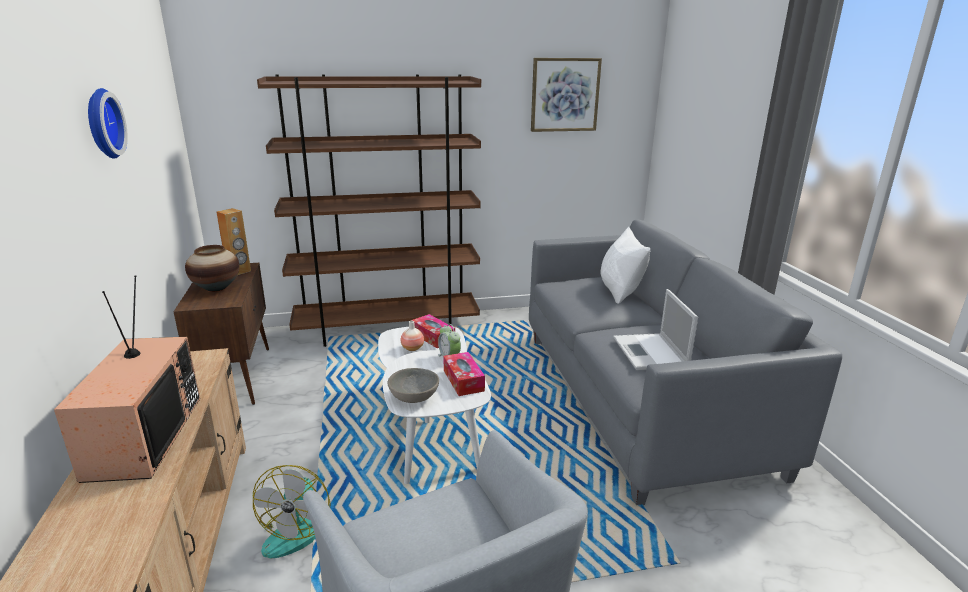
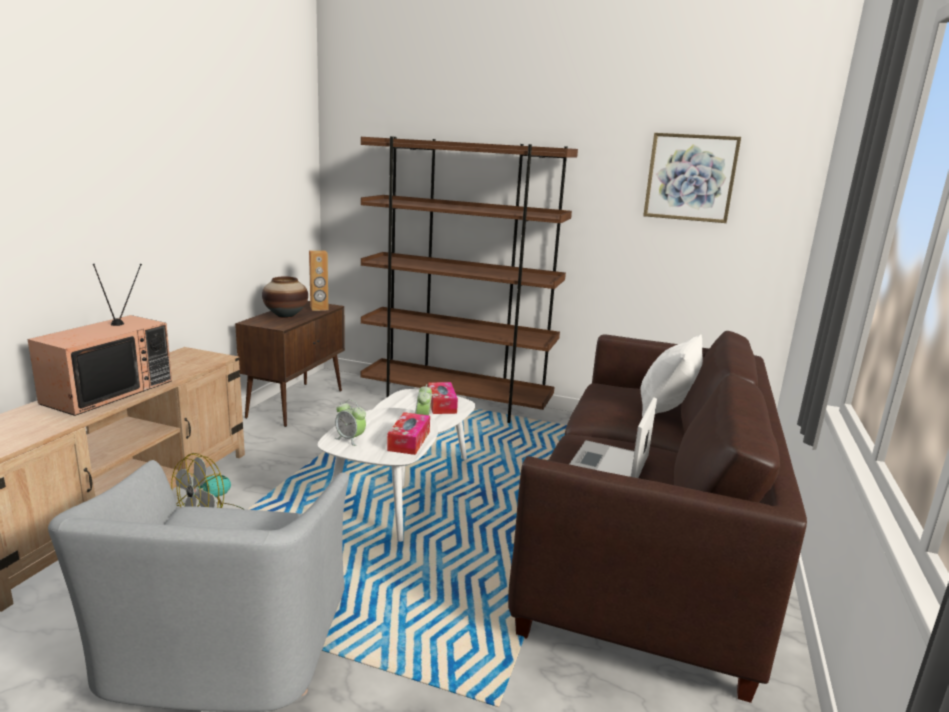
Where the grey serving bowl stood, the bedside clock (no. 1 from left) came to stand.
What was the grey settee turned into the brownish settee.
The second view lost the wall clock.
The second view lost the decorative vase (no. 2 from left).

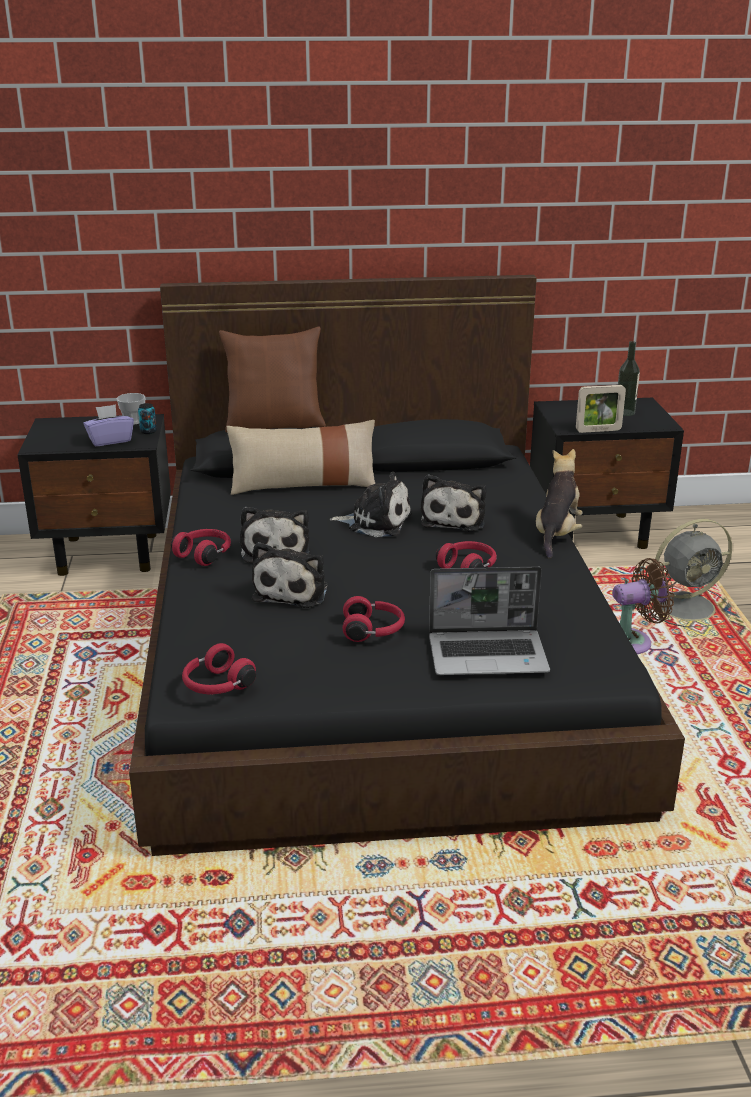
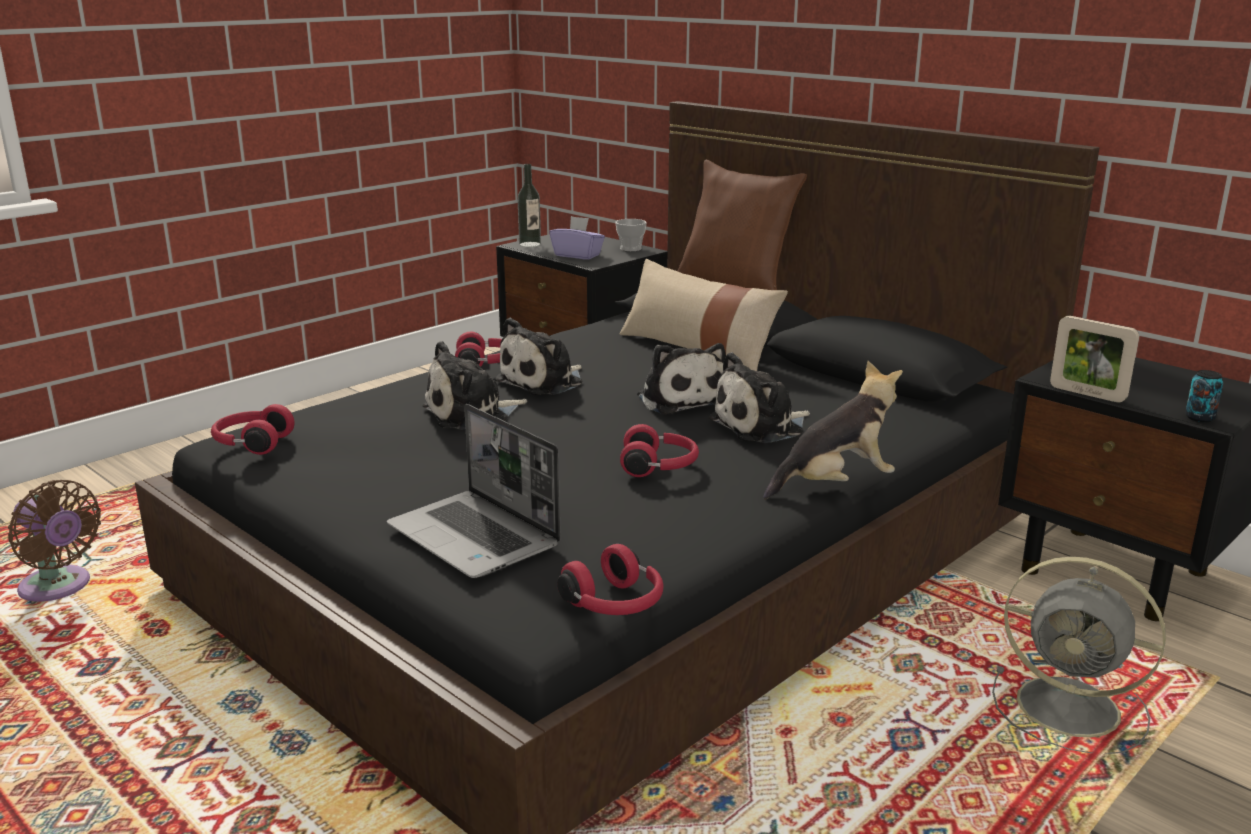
The brownish electric fan ended up elsewhere.
The drink bottle ended up elsewhere.
The red headphones (no. 3 from left) ended up elsewhere.
The metal can ended up elsewhere.

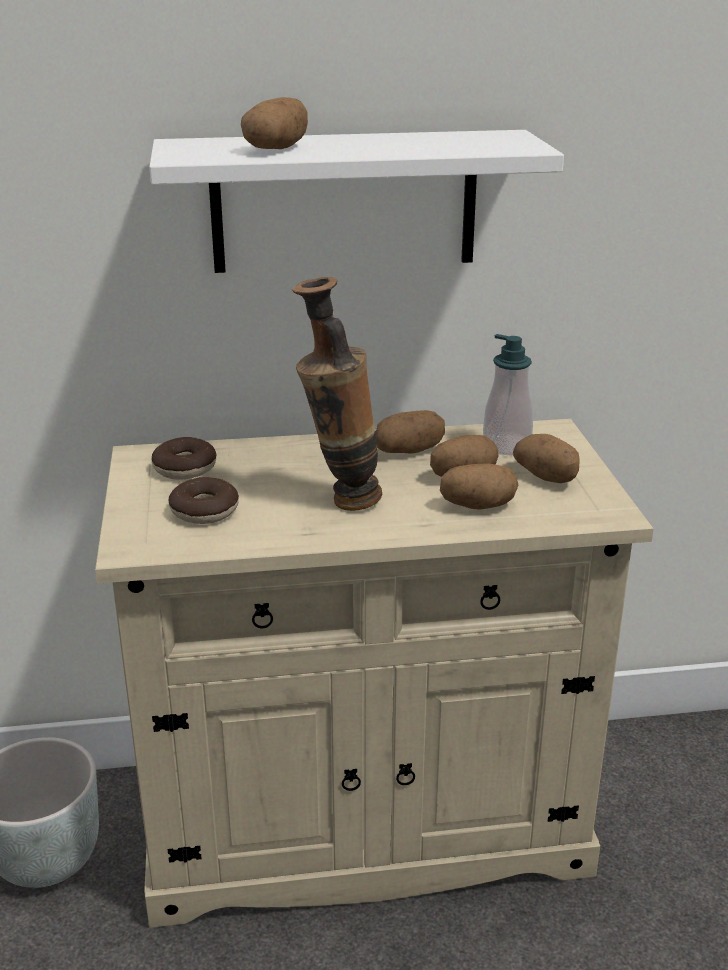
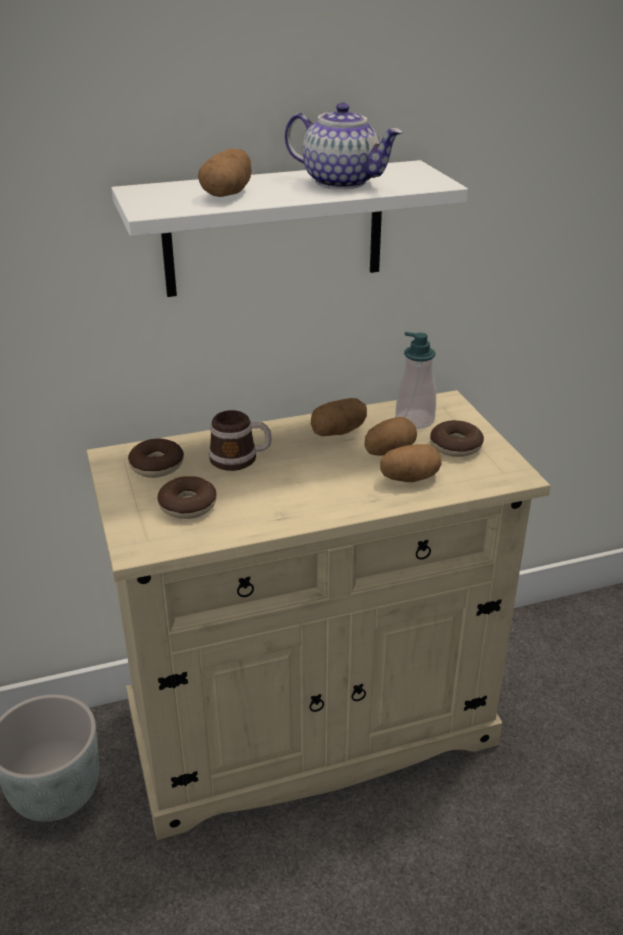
The second view gained the coffee mug.
The second view gained the tea pot.
Where the spud (no. 5 from left) stood, the ring doughnut (no. 3 from left) came to stand.
The second view lost the decorative vase.

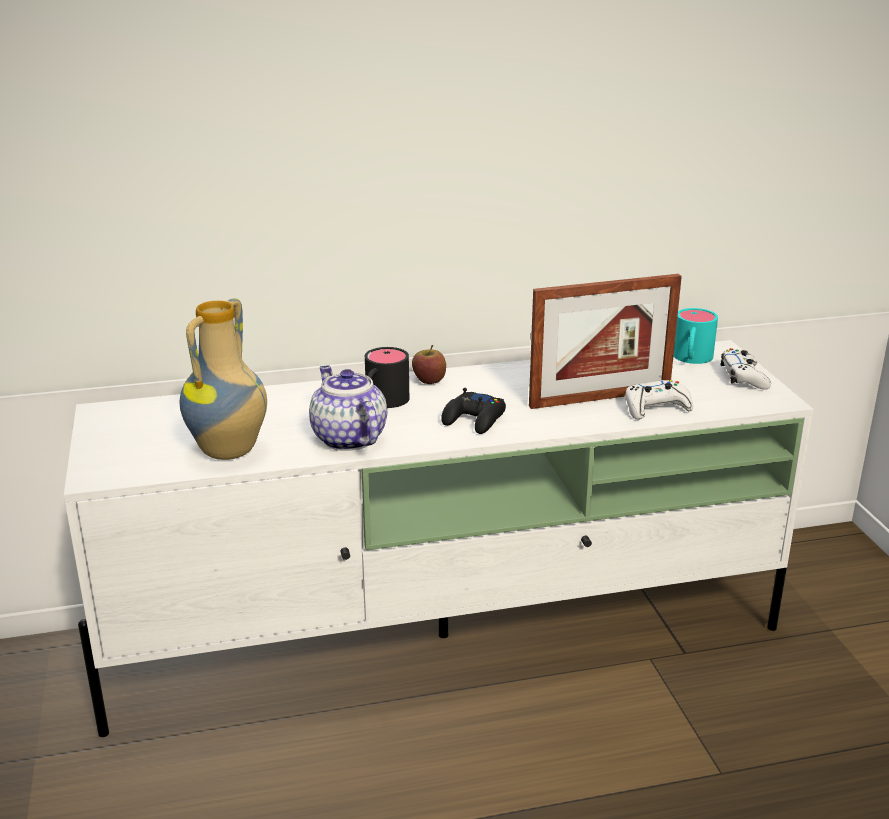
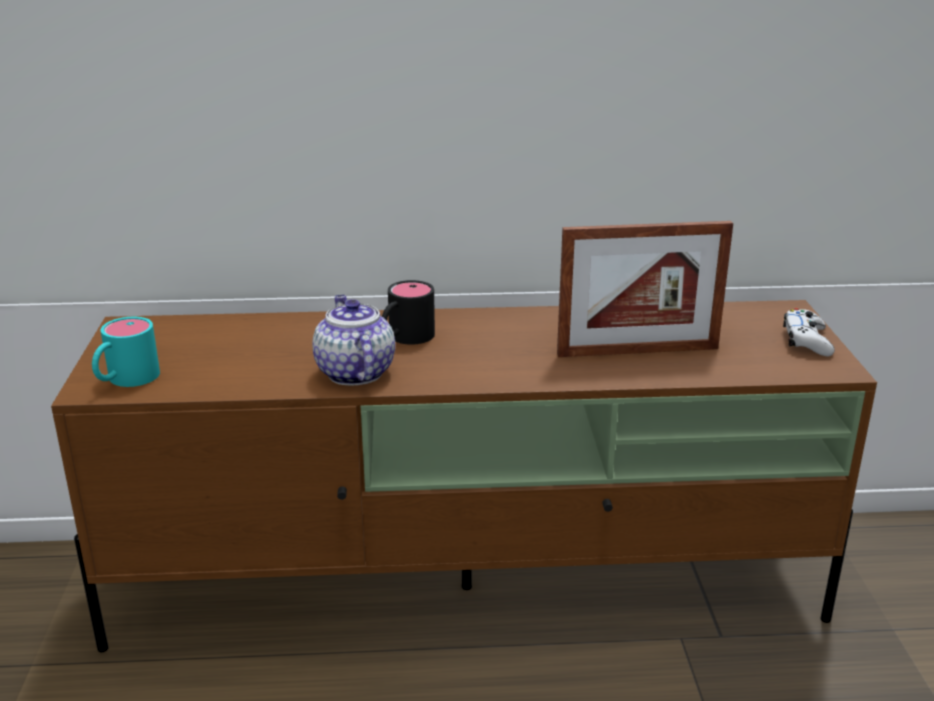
What was the whitish tv unit turned into the brownish tv unit.
The turquoise-coloured coffee mug ended up elsewhere.
The second view lost the decorative vase.
The second view lost the apple.
The second view lost the blackish game controller.
The second view lost the whitish game controller (no. 1 from left).

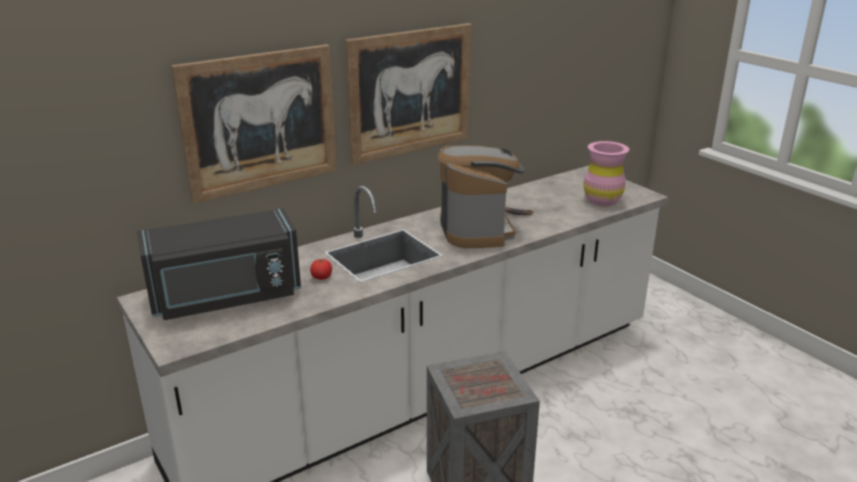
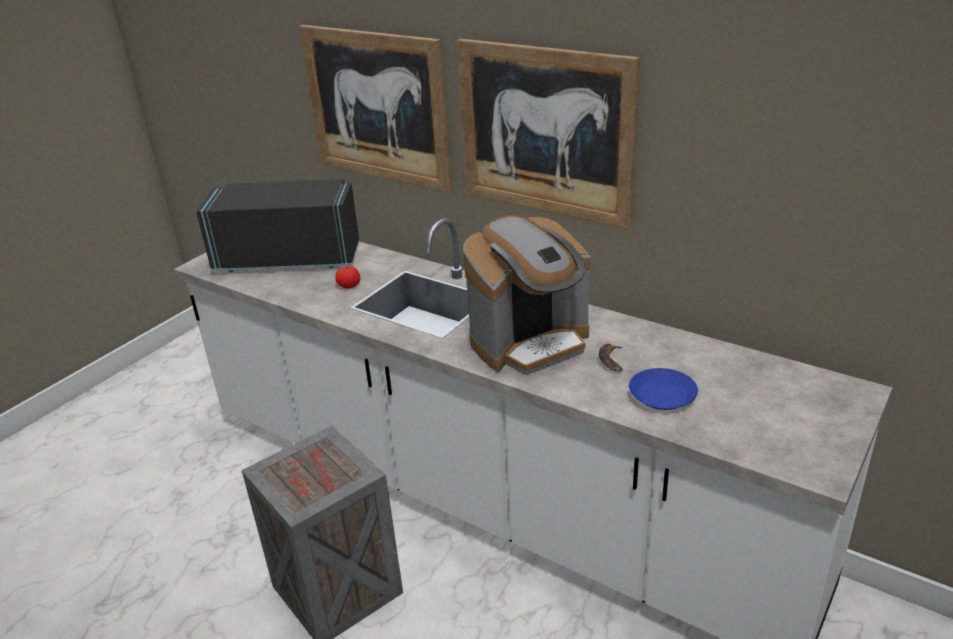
The blackish kitchen microwave ended up facing another way, 135 degrees clockwise from before.
The second view gained the blue-coloured dinner plate.
The second view lost the pink decorative vase.

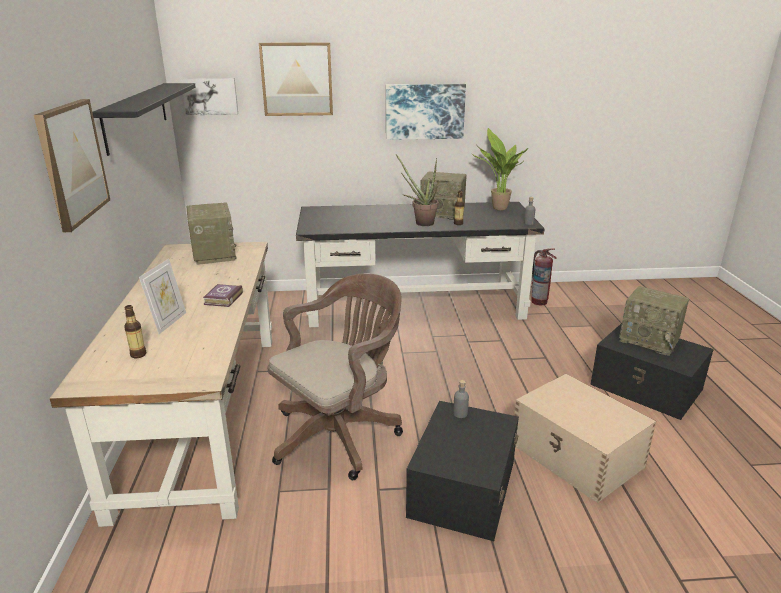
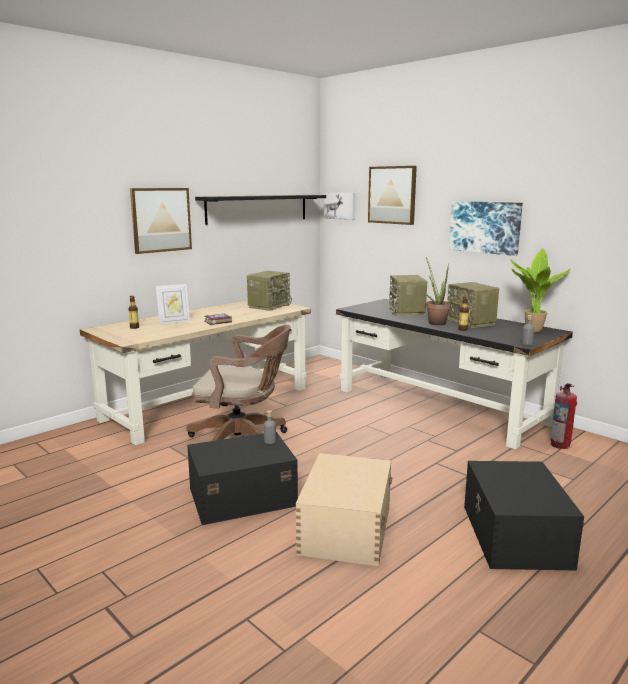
The radio set (no. 3 from left in the first image) ended up elsewhere.

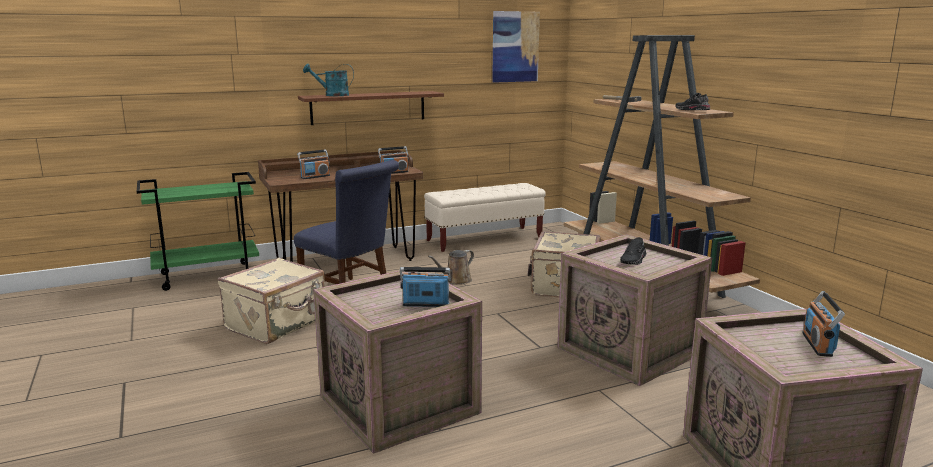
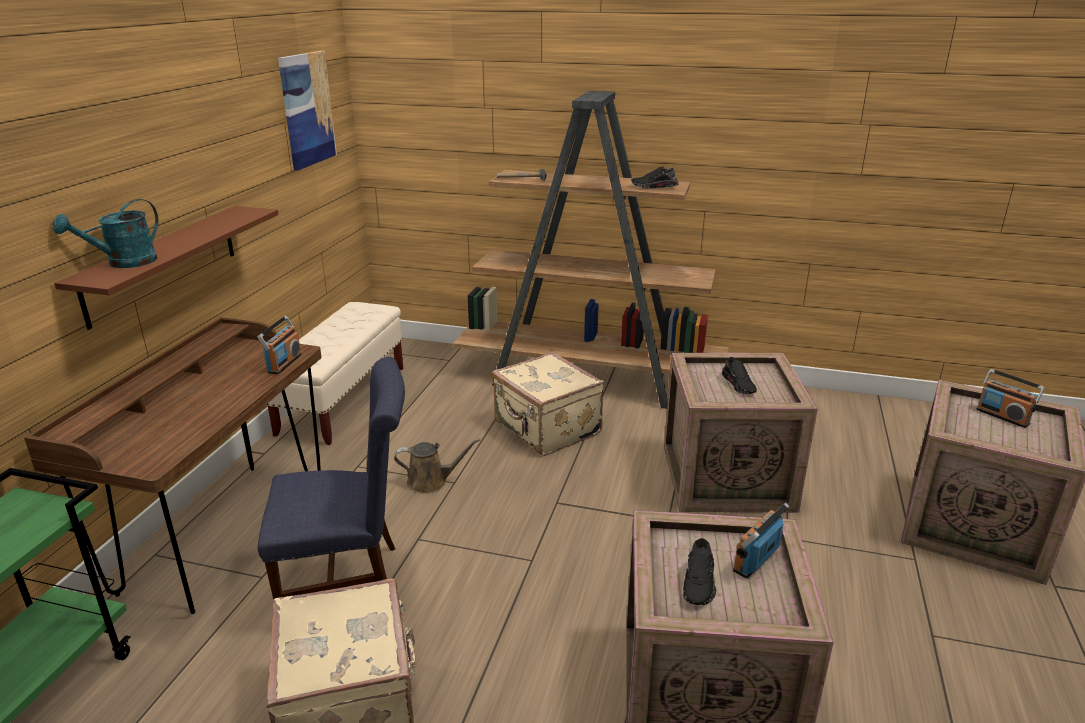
The brownish watering pot ended up facing another way, 90 degrees counterclockwise from before.
The second view gained the blackish shoe (no. 2 from left).
The second view lost the radio set (no. 1 from left).

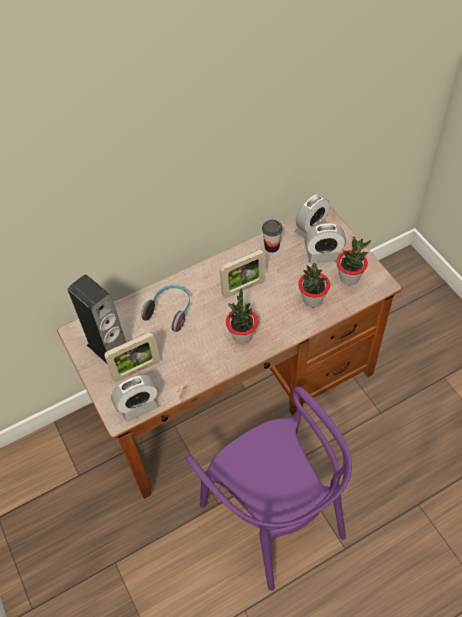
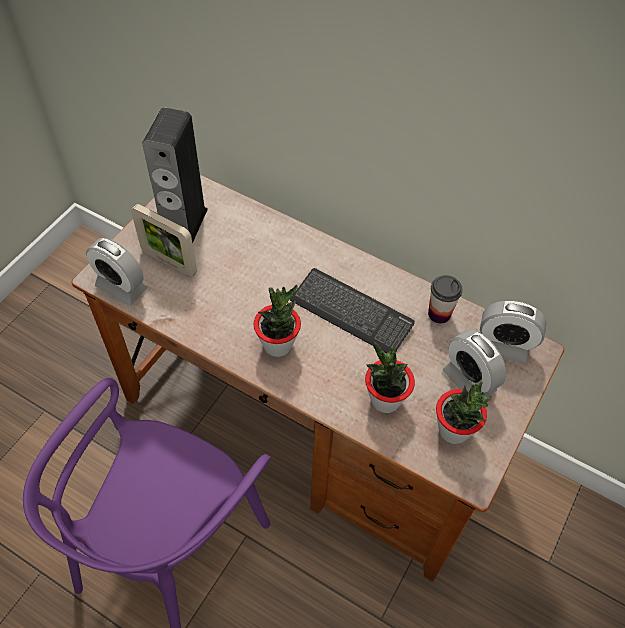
Where the picture frame (no. 2 from left) stood, the keyboard came to stand.
The second view lost the headphones.

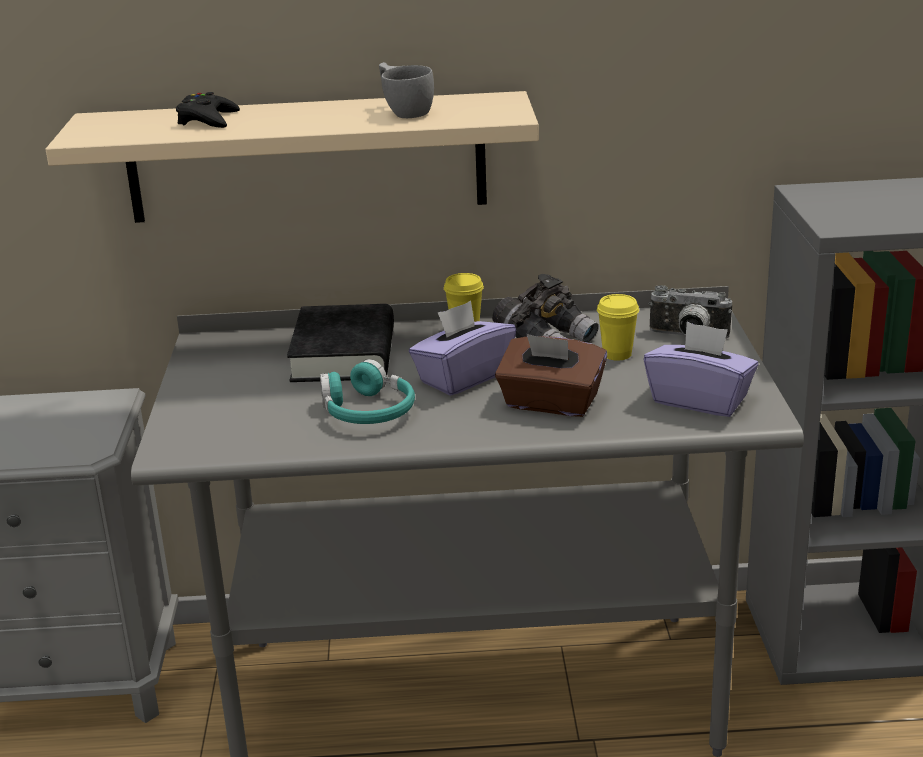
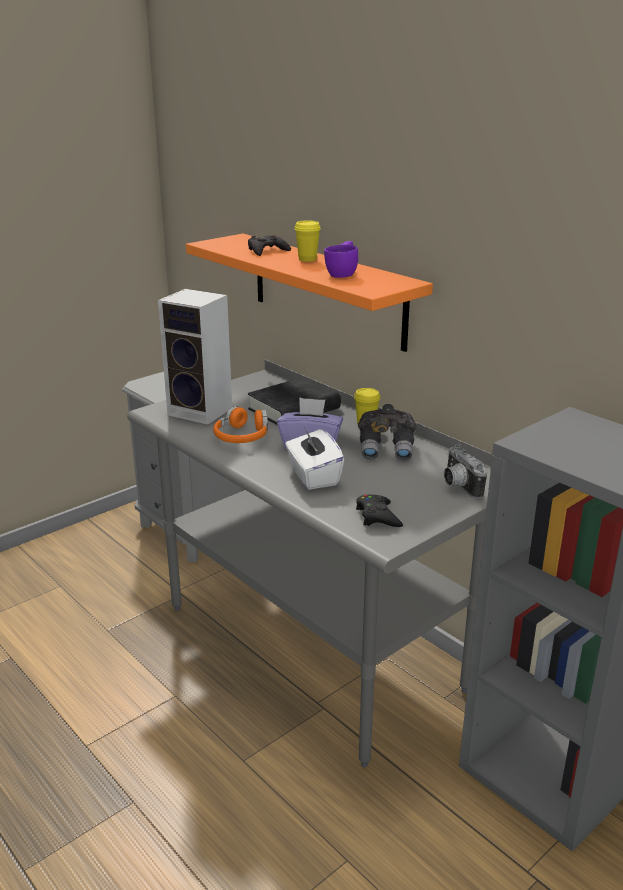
The second view gained the loudspeaker.
What was the sand-coloured shelf turned into the orangey shelf.
What was the turquoise-coloured headphones turned into the orangey headphones.
What was the brownish box of tissues turned into the whitish box of tissues.
The yellowish drinking cup (no. 2 from left in the first image) ended up elsewhere.
What was the grey drinking cup turned into the purplish drinking cup.
Where the purplish box of tissues (no. 2 from left) stood, the blackish game controller (no. 2 from left) came to stand.

